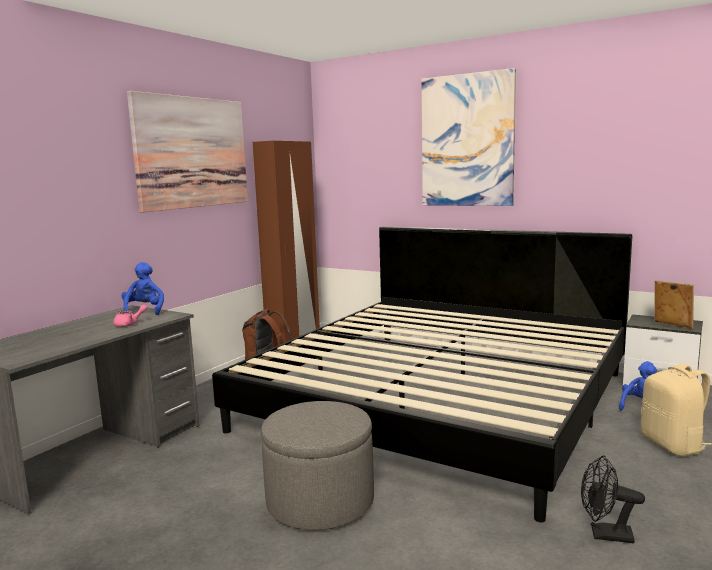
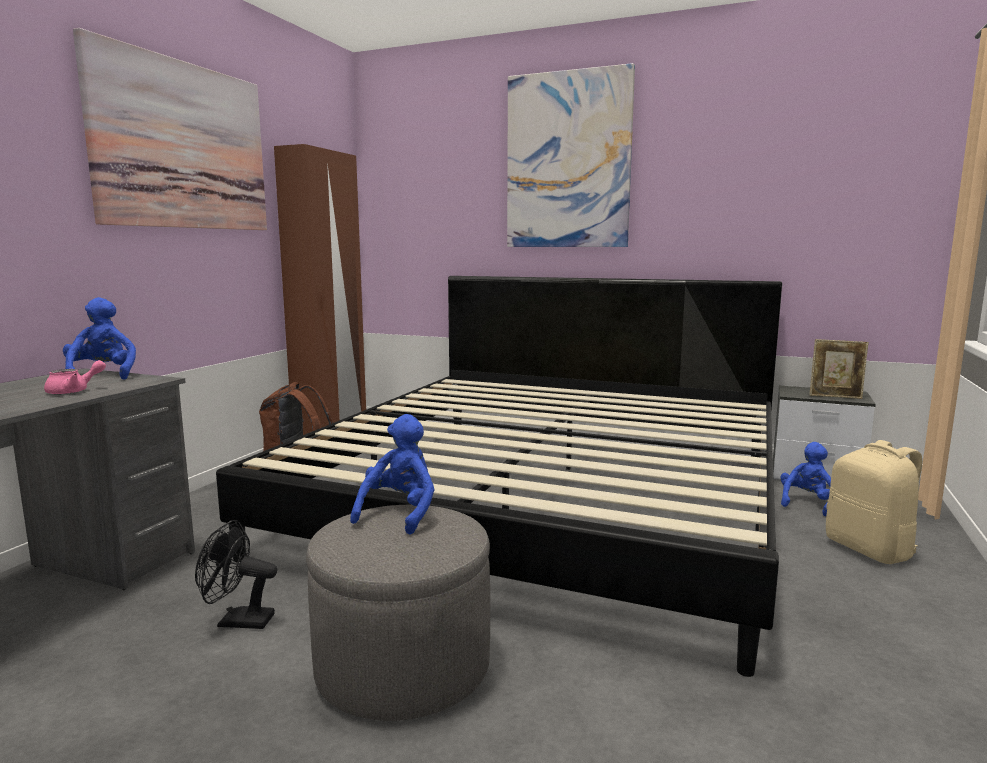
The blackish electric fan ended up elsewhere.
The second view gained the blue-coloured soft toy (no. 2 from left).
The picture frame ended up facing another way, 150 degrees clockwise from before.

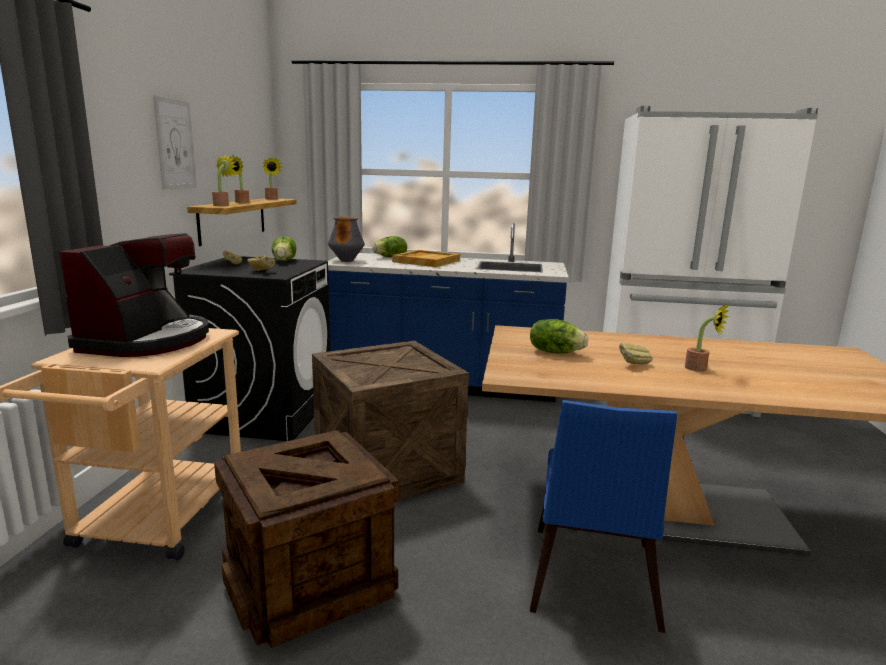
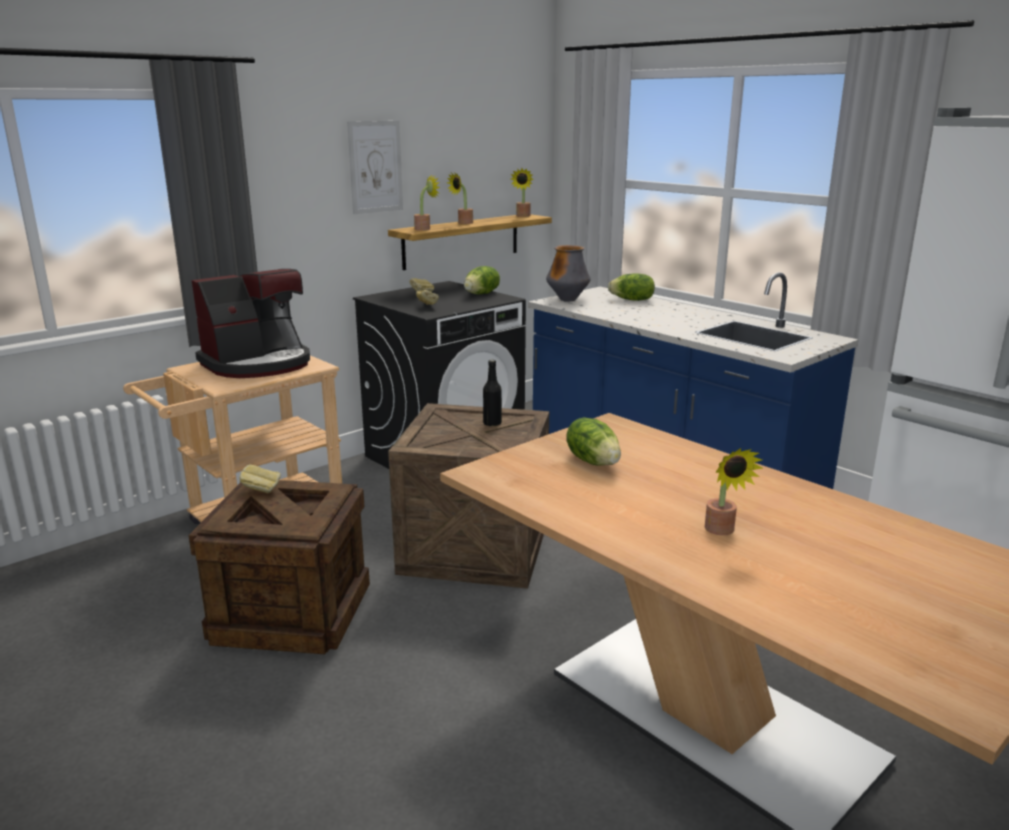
The bread (no. 3 from left in the first image) ended up elsewhere.
The second view gained the blackish drink bottle.
The second view lost the sand-coloured tray.
The second view lost the blue-coloured chair.

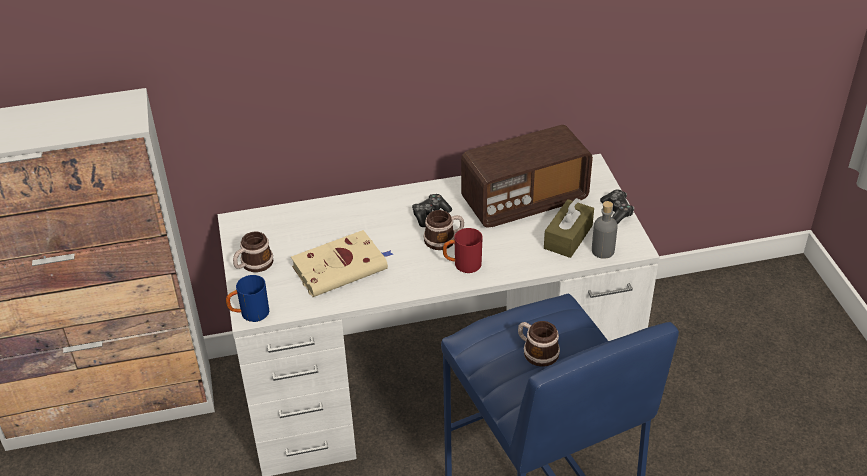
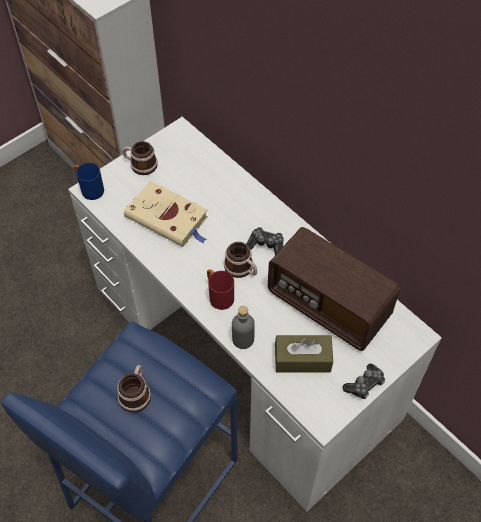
The grey drink bottle ended up elsewhere.

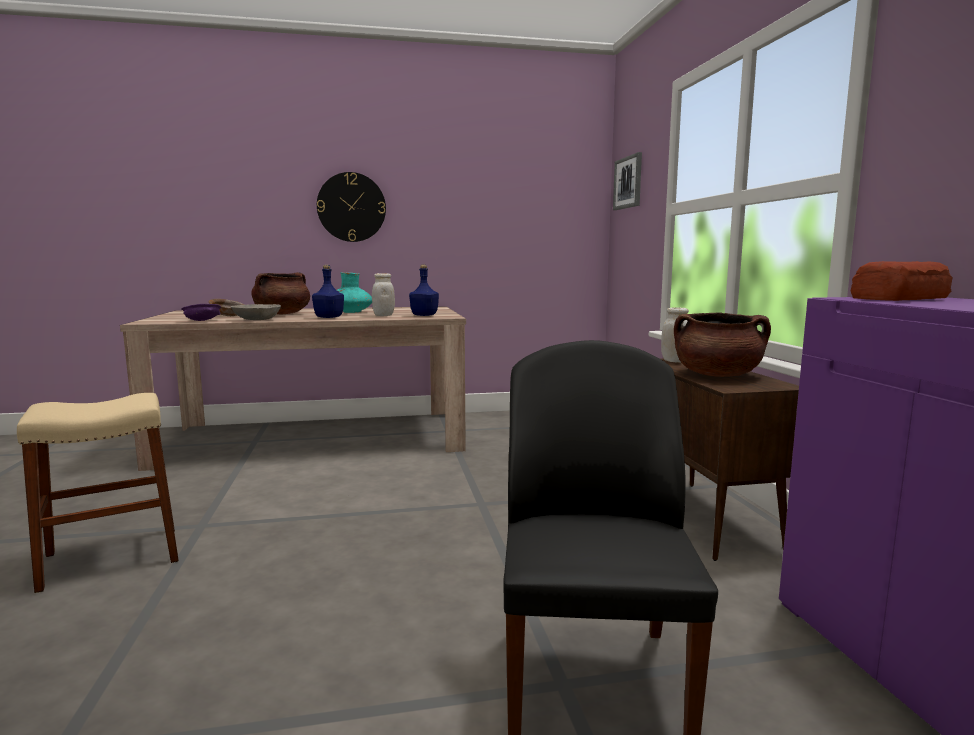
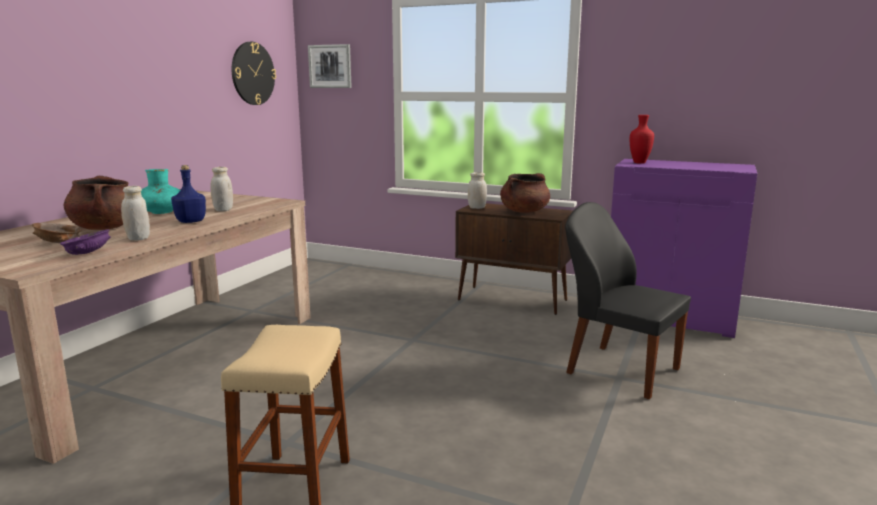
Where the grey serving bowl stood, the whitish jar (no. 1 from left) came to stand.
The wall clock ended up elsewhere.
Where the bread stood, the red decorative vase came to stand.
The second view lost the blue-coloured drink bottle (no. 2 from left).

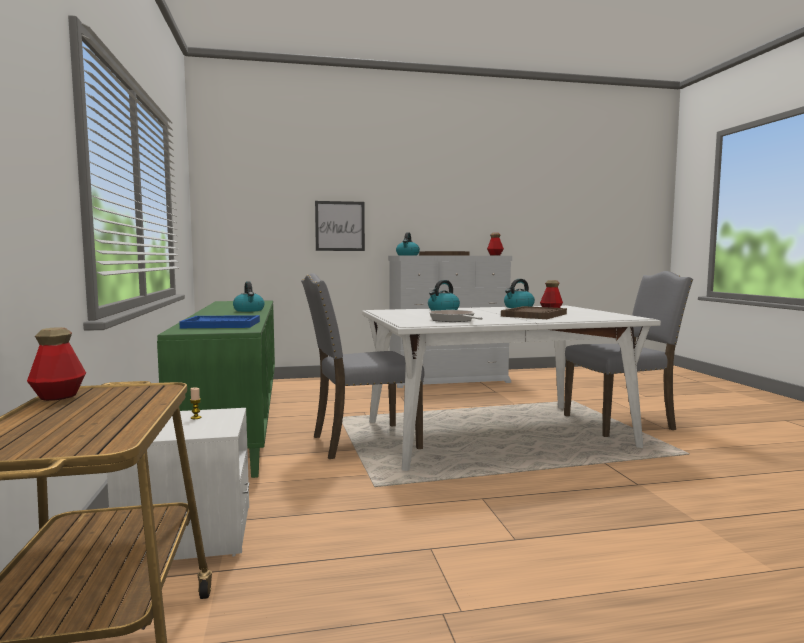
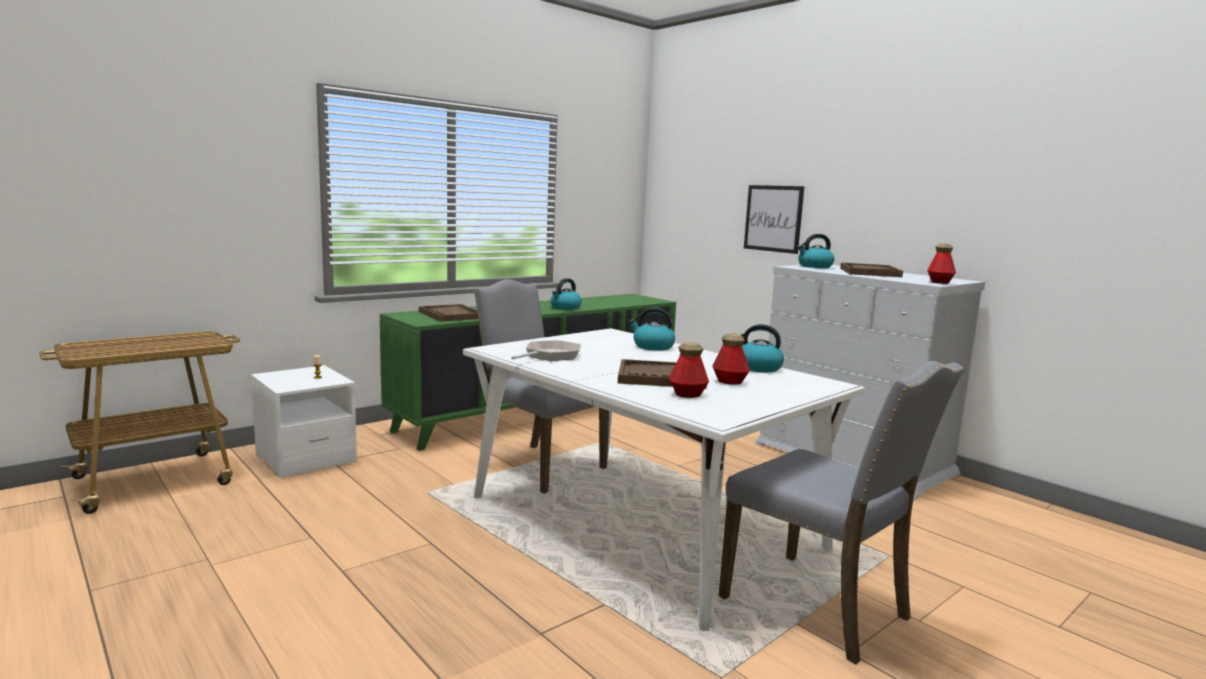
What was the blue-coloured tray turned into the brownish tray (no. 1 from left).
The drink bottle (no. 1 from left) ended up elsewhere.

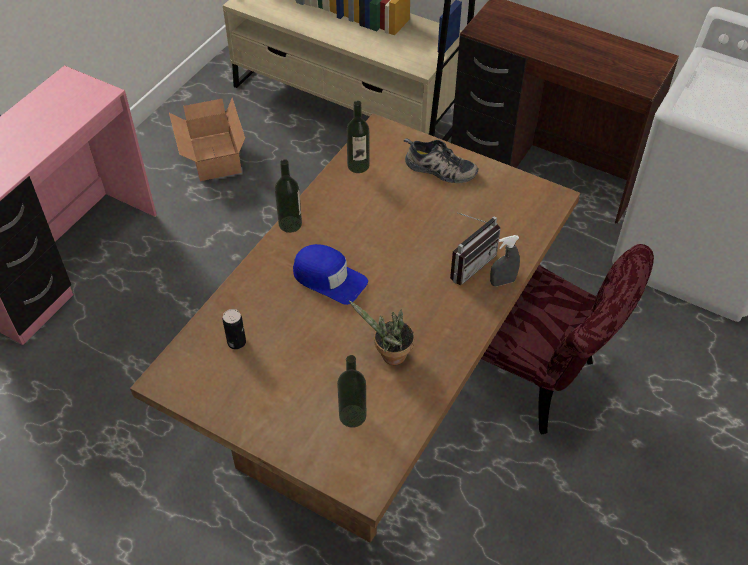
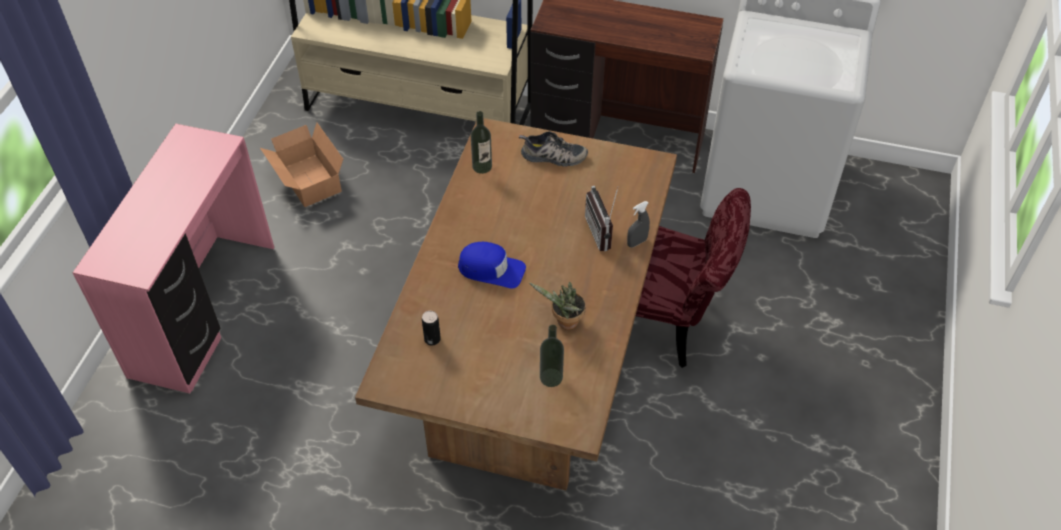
The radio set ended up facing another way, 135 degrees clockwise from before.
The second view lost the drink bottle (no. 1 from left).

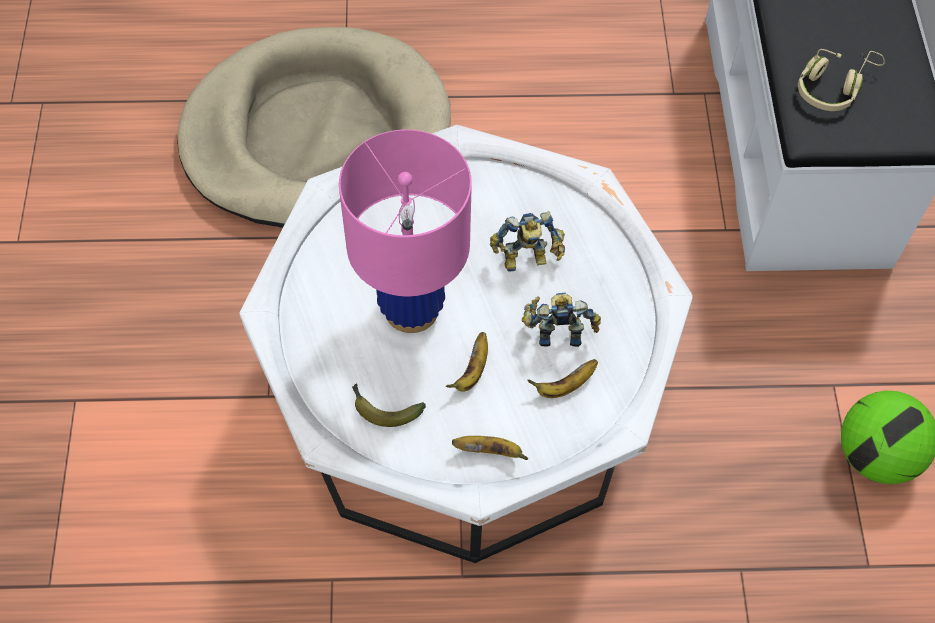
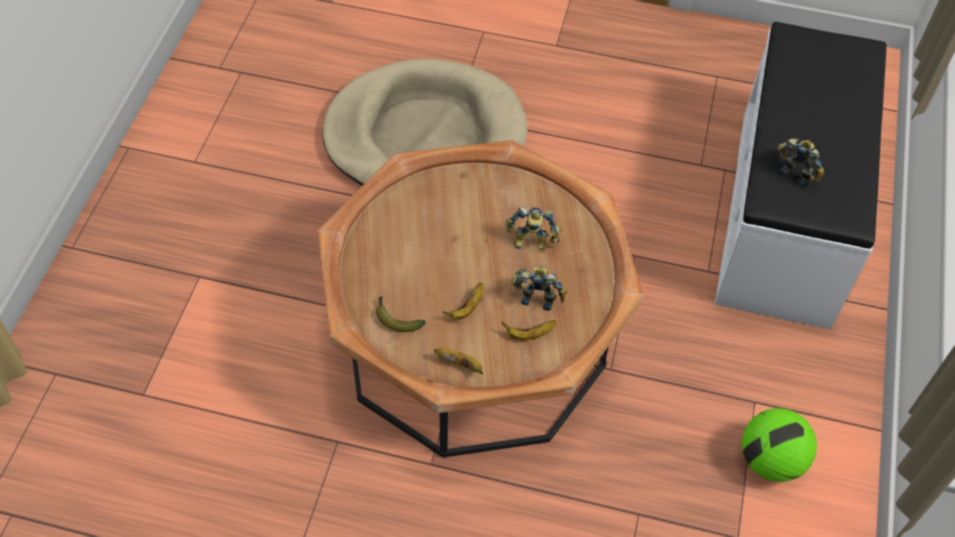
What was the whitish low table turned into the brownish low table.
Where the sand-coloured headphones stood, the model robot (no. 3 from left) came to stand.
The second view lost the pink lamp for a table.

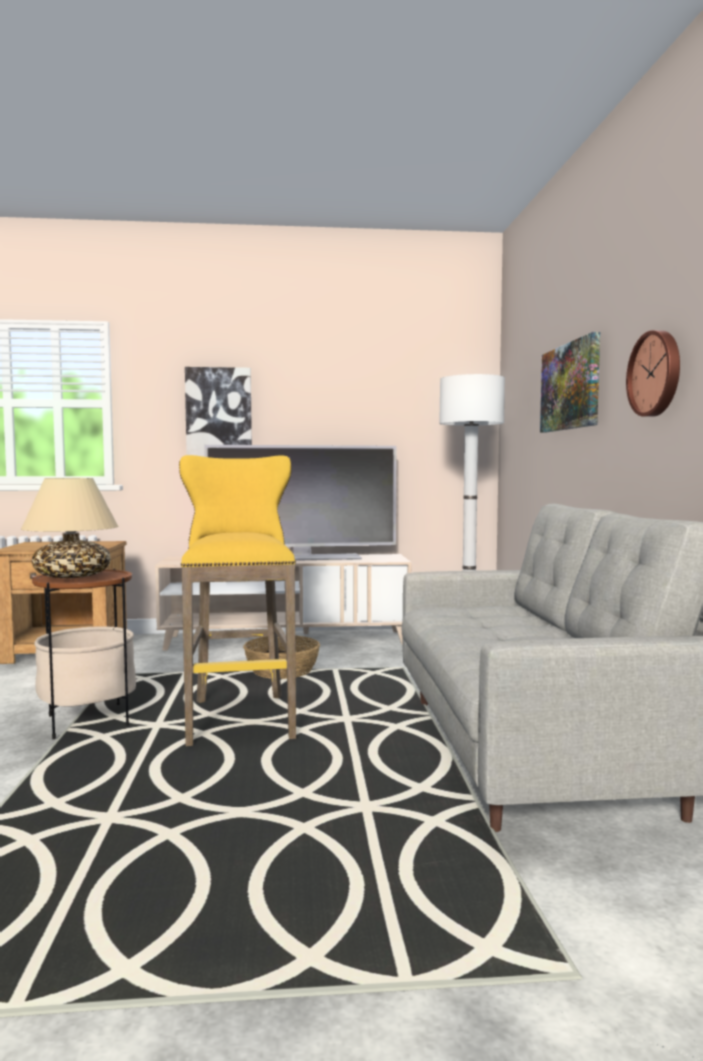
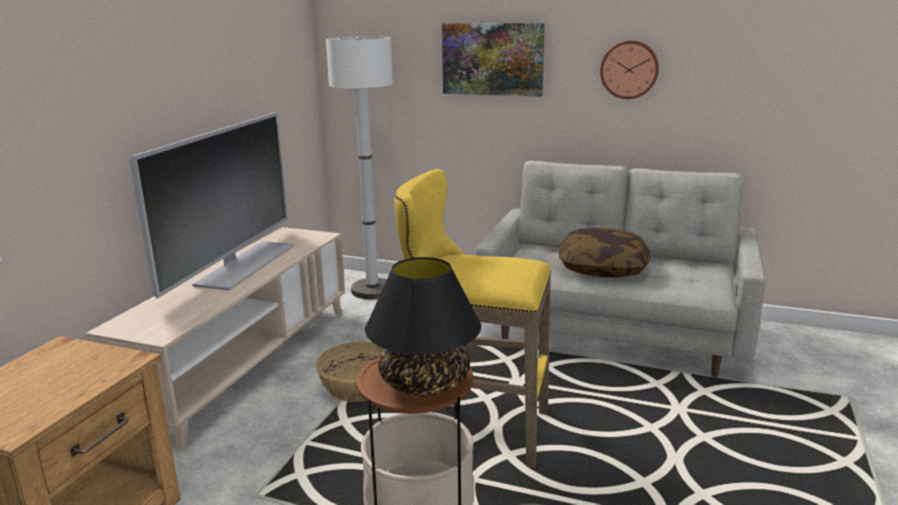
What was the sand-coloured lamp for a table turned into the blackish lamp for a table.
The second view gained the throw pillow.
The second view lost the wall art (no. 1 from left).

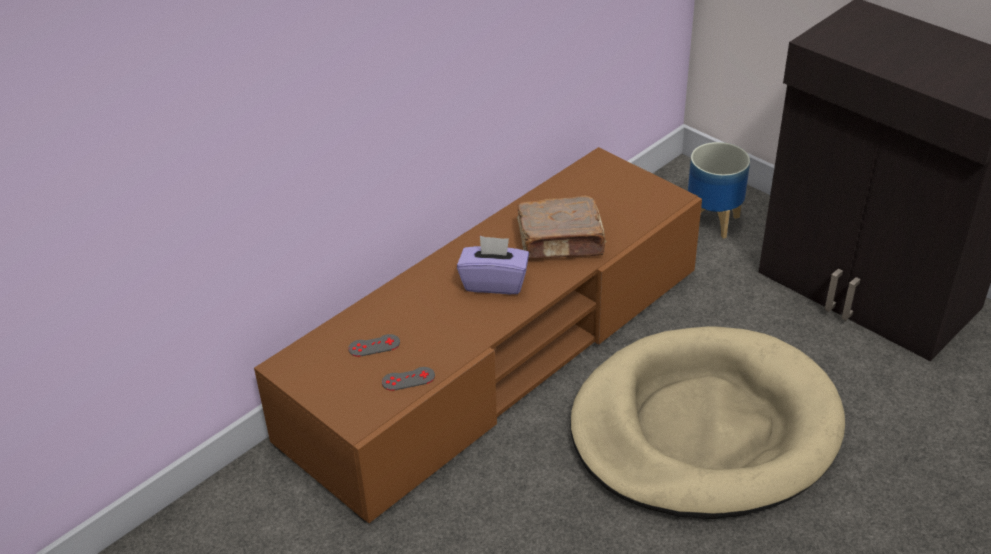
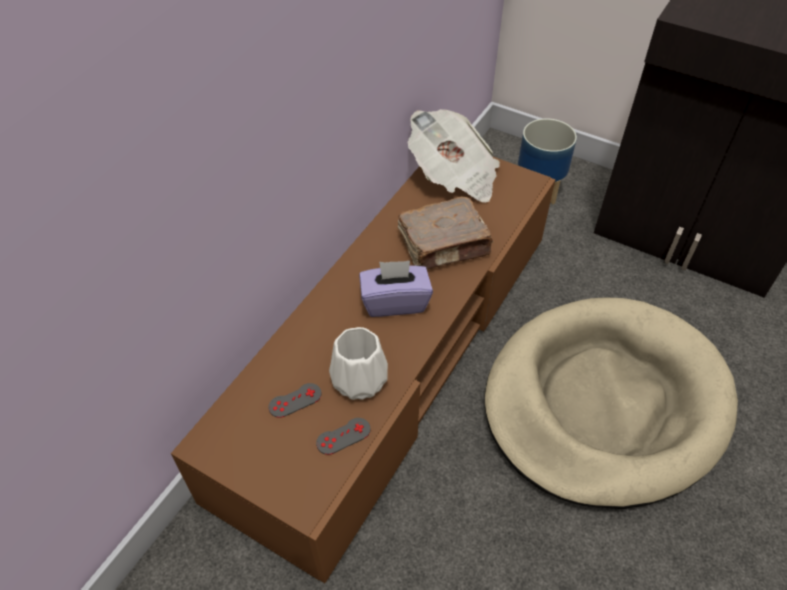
The second view gained the whitish decorative vase.
The second view gained the daily paper.

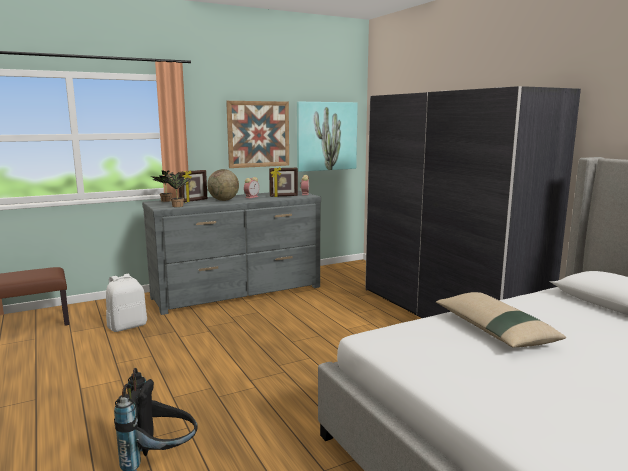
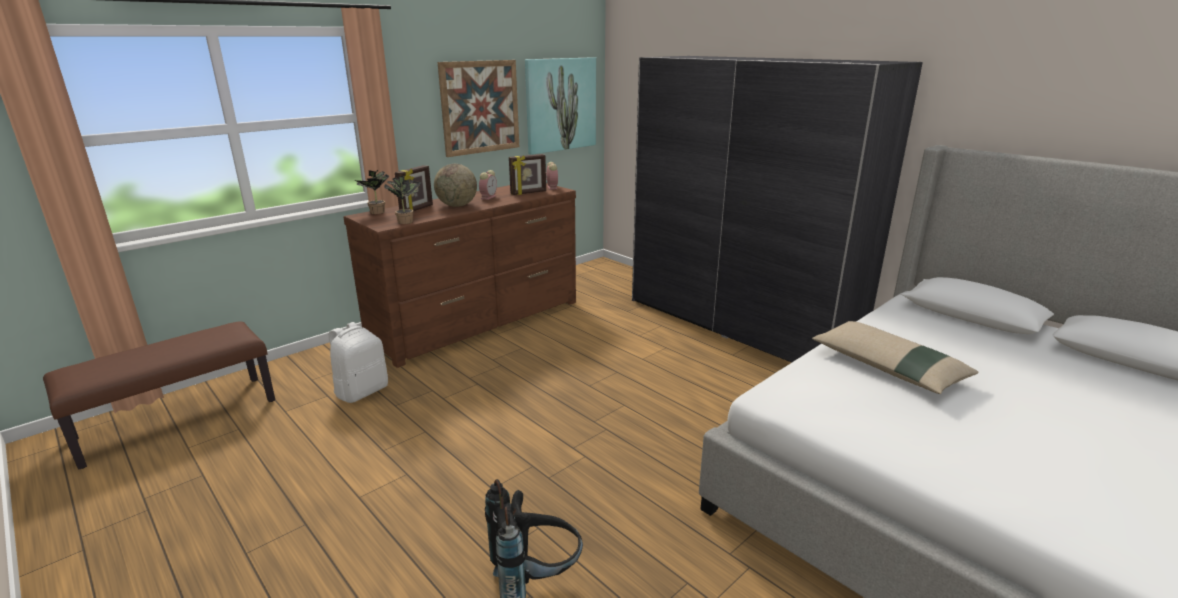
What was the grey chest of drawers turned into the brownish chest of drawers.

